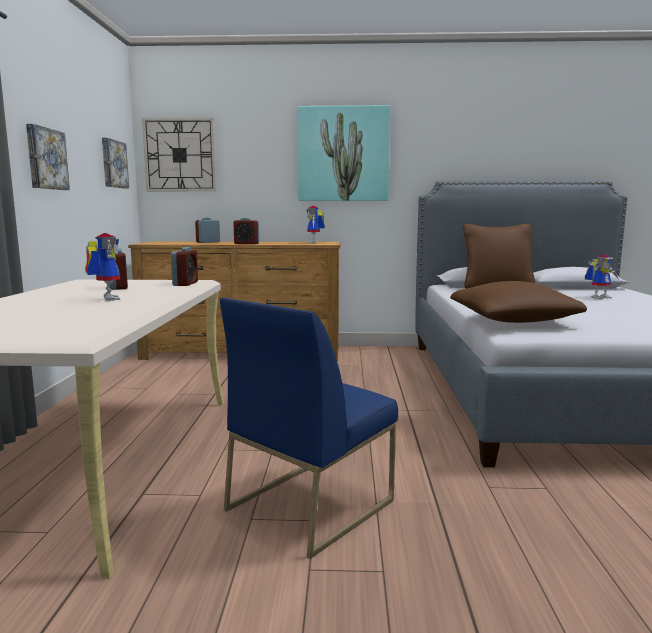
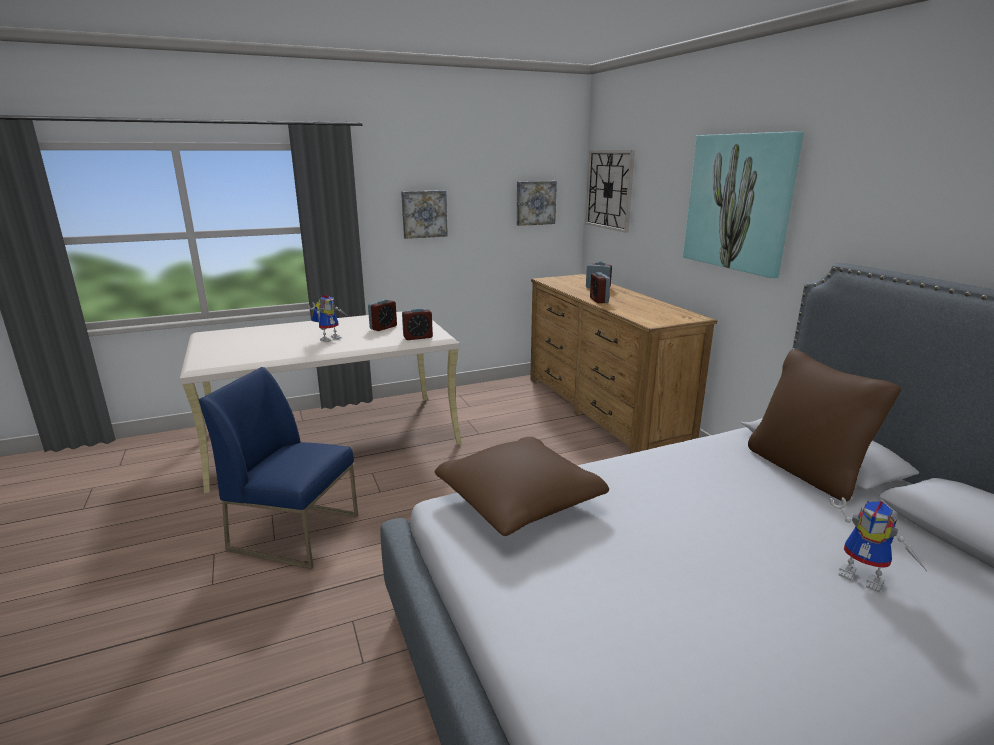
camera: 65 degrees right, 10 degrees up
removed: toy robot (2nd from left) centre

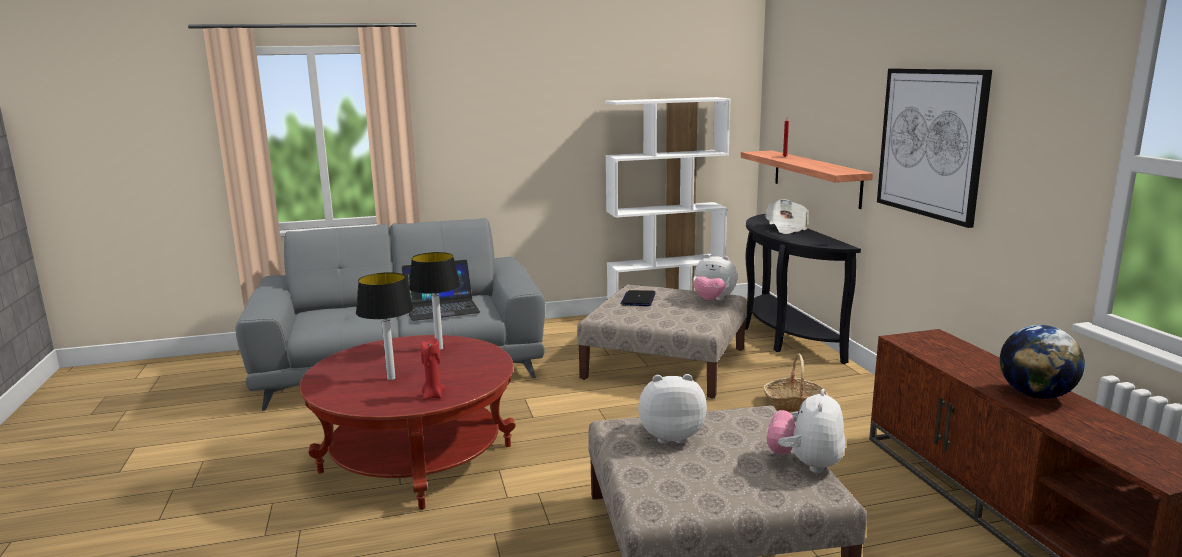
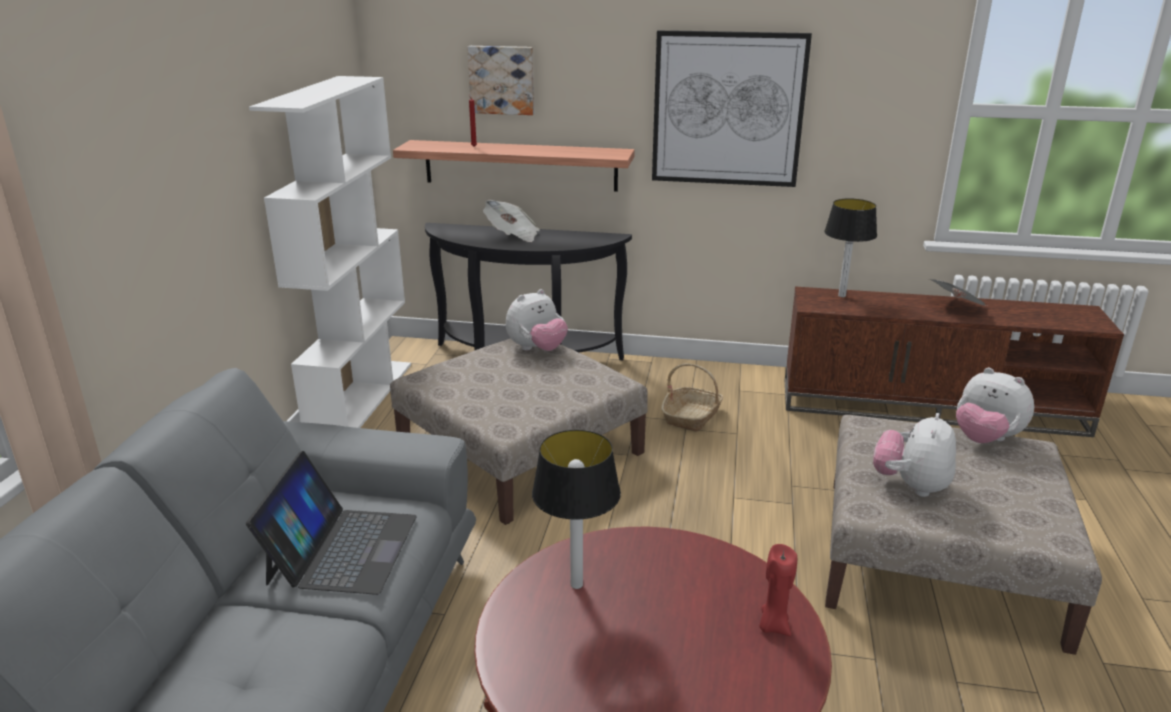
camera: 65 degrees left, 10 degrees up
removed: notebook computer (2nd from left) centre
added: wall art (1st from left) top centre
moved: lamp for a table (1st from left in the first image) middle left to lamp for a table (2nd from left) middle right
replaced: world globe middle right to newspaper (2nd from left) middle right

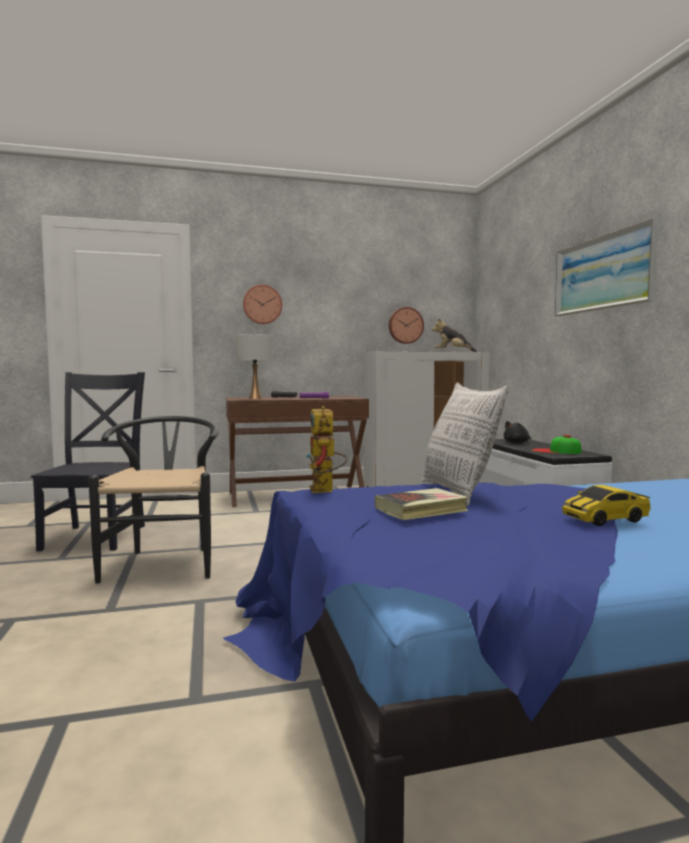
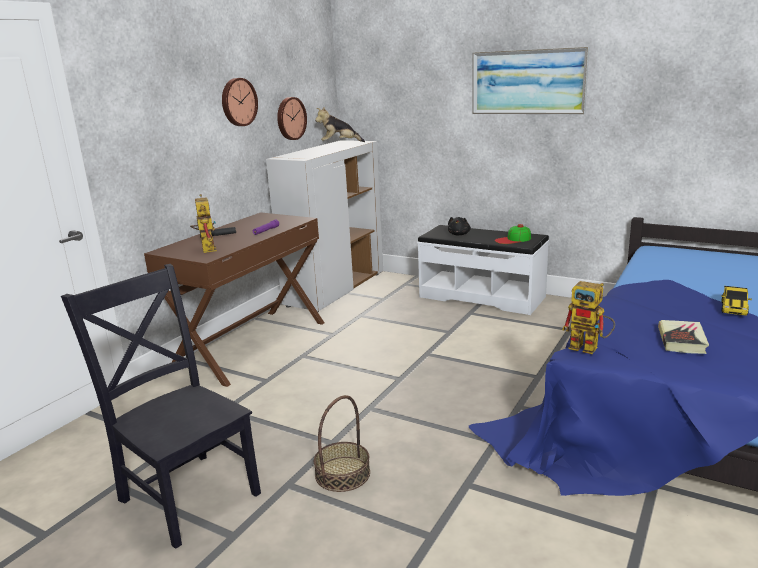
camera: 45 degrees left, 15 degrees up
removed: cushion middle right
moved: wall clock (1st from left) centre to top left
replaced: black-coloured chair (2nd from left) middle left to household basket bottom centre; white-coloured lamp for a table centre to toy robot (1st from left) middle left

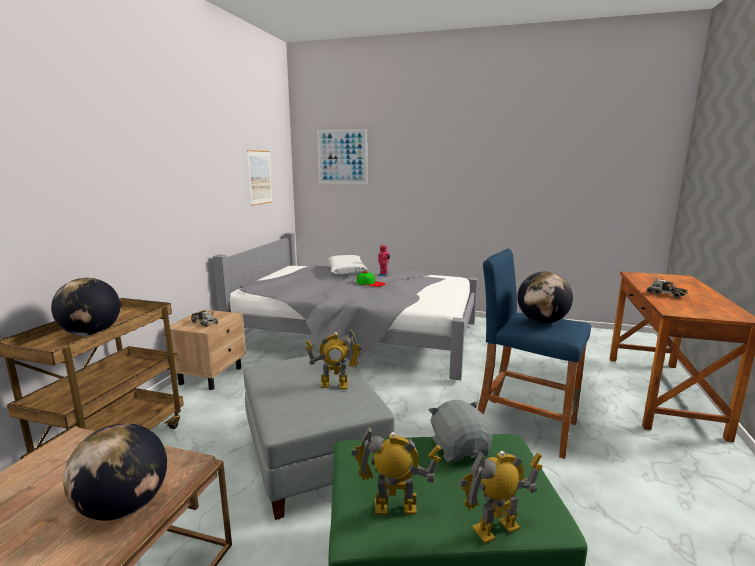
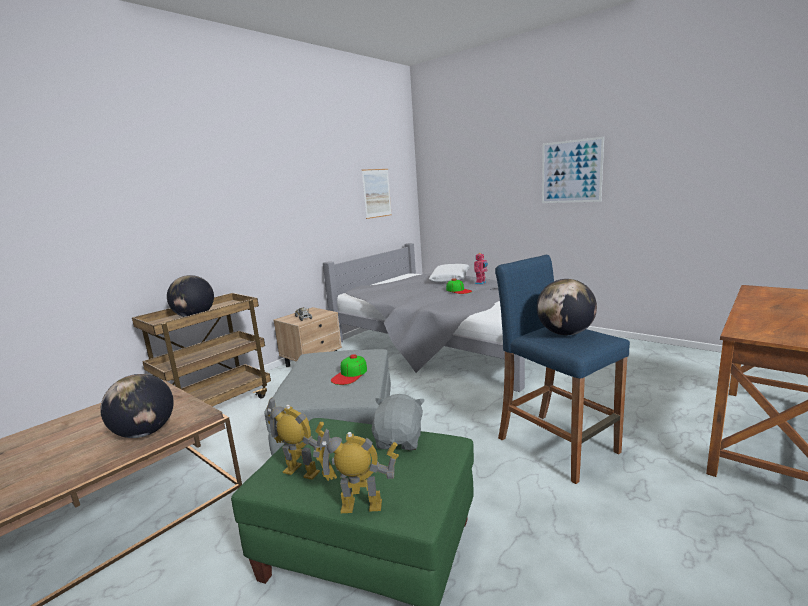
camera: 25 degrees right, 0 degrees up
removed: toy truck (2nd from left) middle right
moved: wall art (2nd from left) top centre to top right
replaced: toy robot (1st from left) centre to baseball cap (1st from left) centre

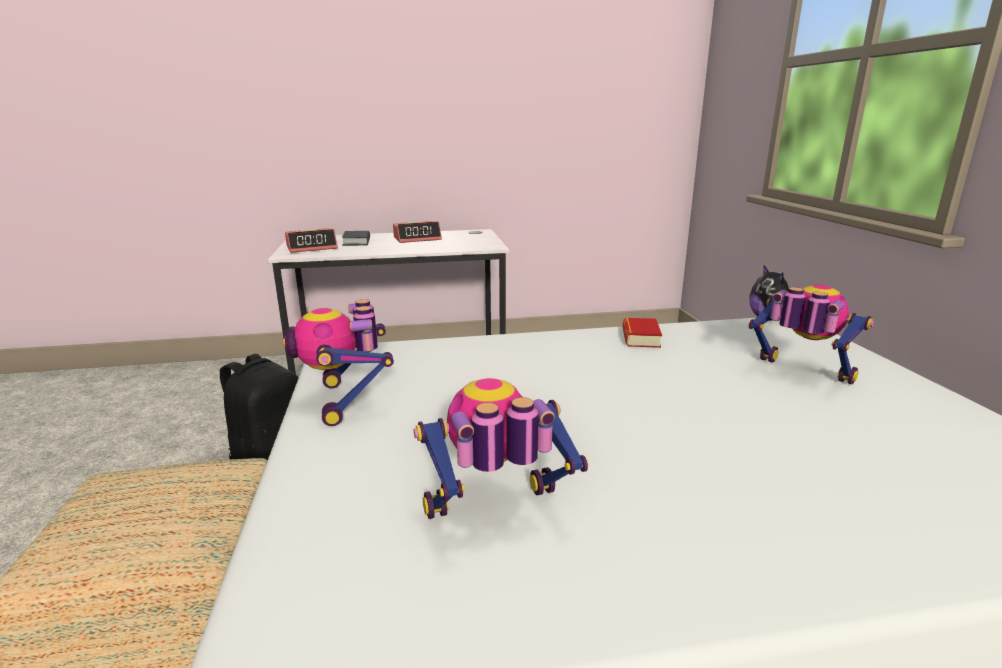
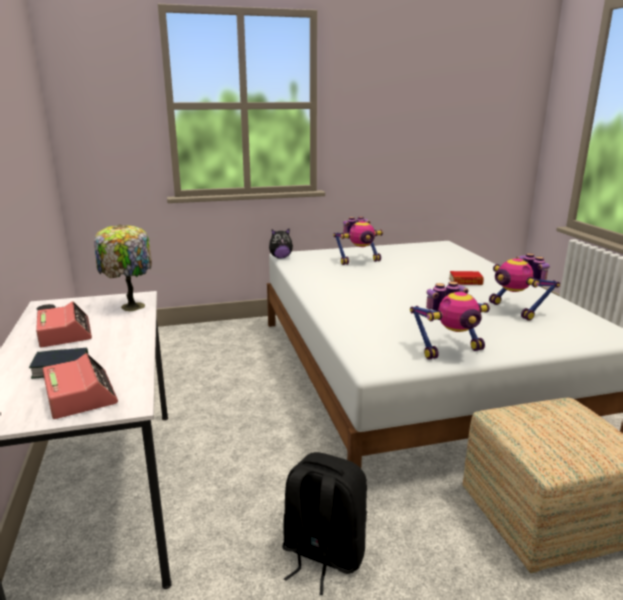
camera: 95 degrees left, 0 degrees up
added: lamp for a table middle left
moved: book (2nd from left) centre to middle right
turned: toy robot (3rd from left in the first image) middle right = centre 150 degrees counterclockwise

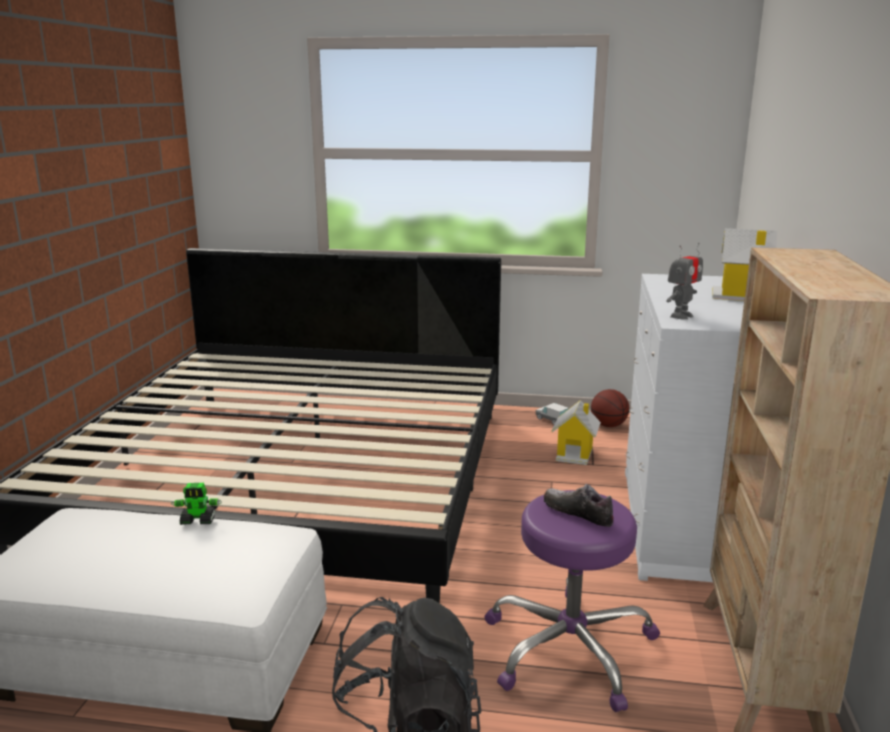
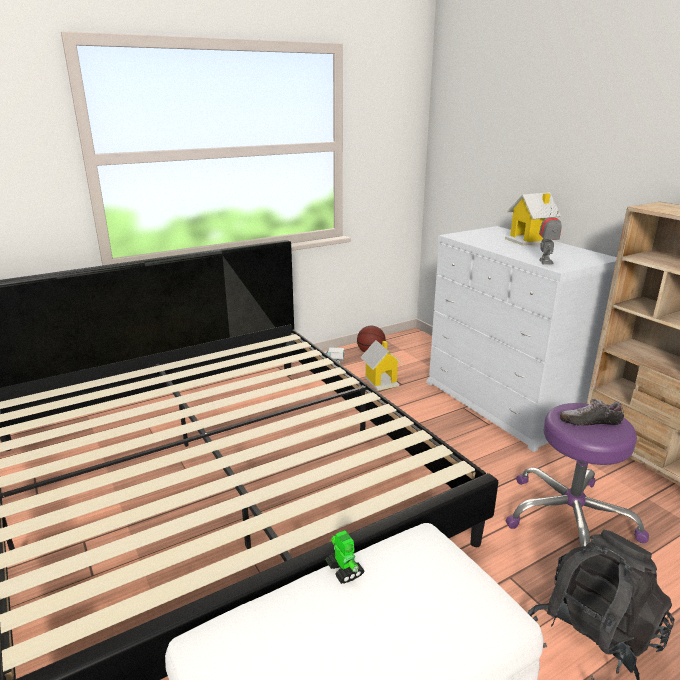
camera: 40 degrees left, 5 degrees up
turned: toy robot (1st from left) bottom left = bottom centre 75 degrees counterclockwise

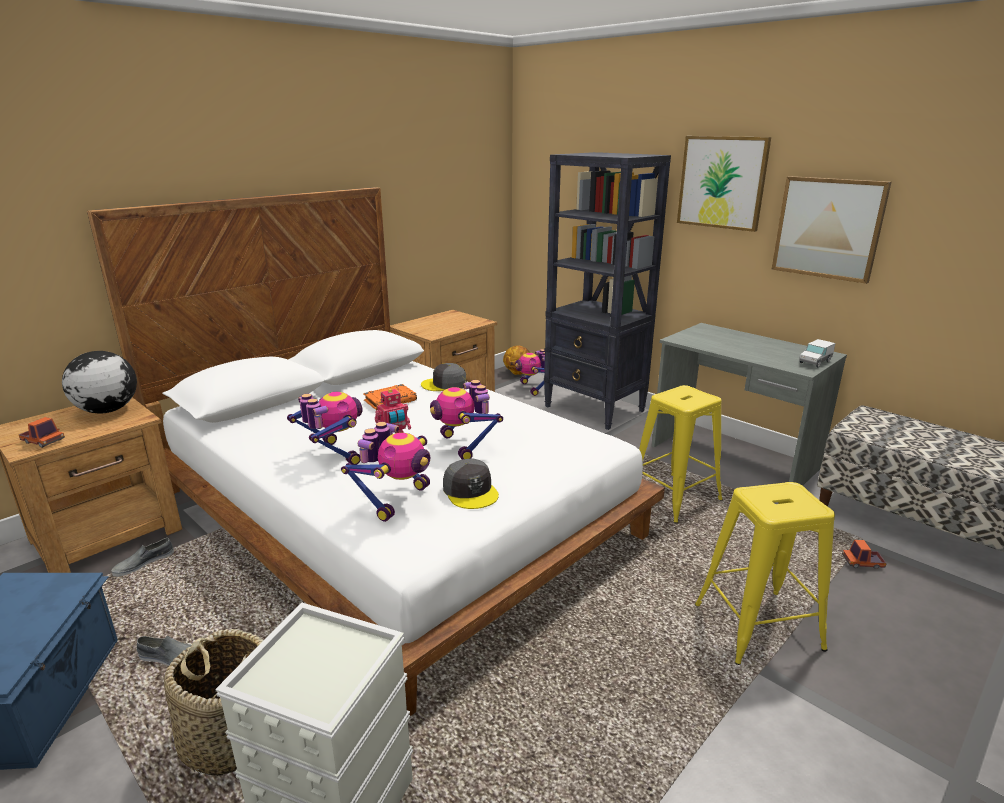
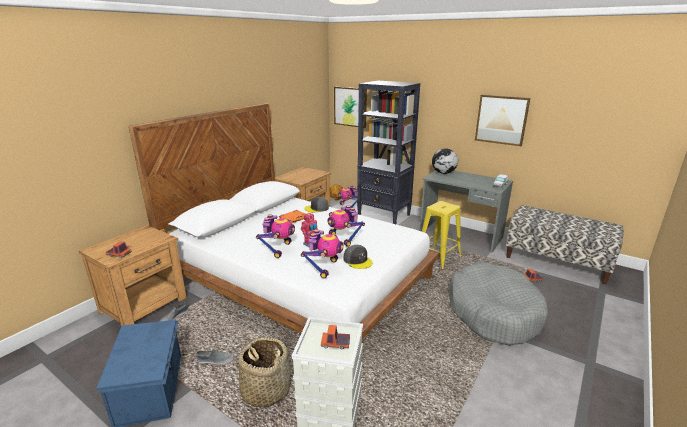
camera: 10 degrees left, 0 degrees up
added: toy truck (2nd from left) bottom centre
moved: world globe middle left to centre; wall art (1st from left) top right to top centre
replaced: yellowish stool (2nd from left) bottom right to grey dog cushion bottom right
turned: toy robot (1st from left) middle left = centre 60 degrees clockwise

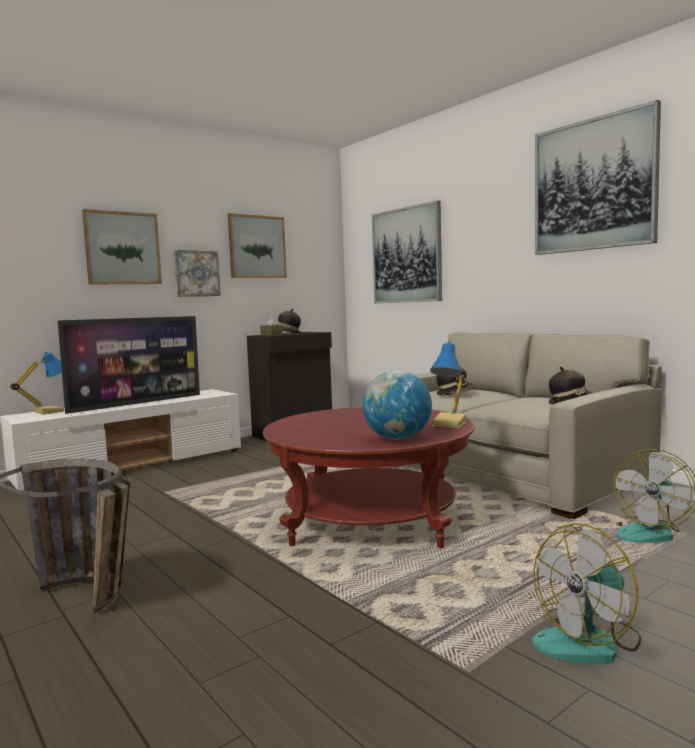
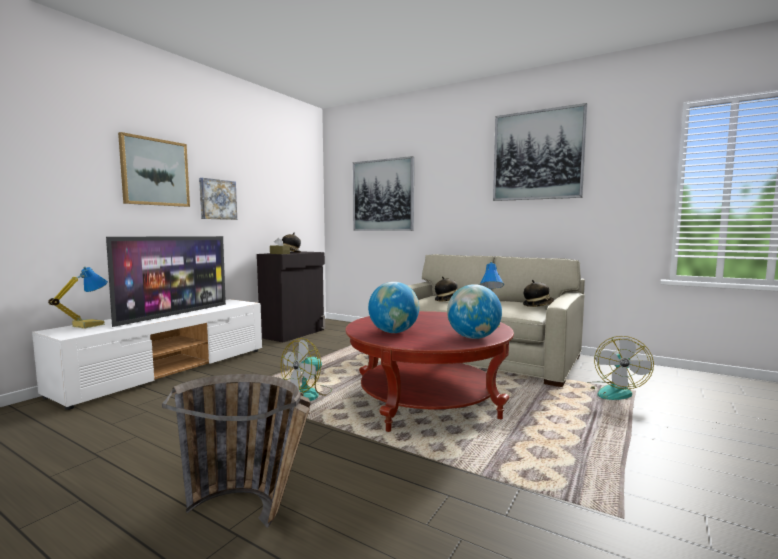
camera: 20 degrees left, 0 degrees up
removed: wall art (3rd from left) top centre
added: world globe (1st from left) centre
moved: fan (1st from left) bottom right to centre

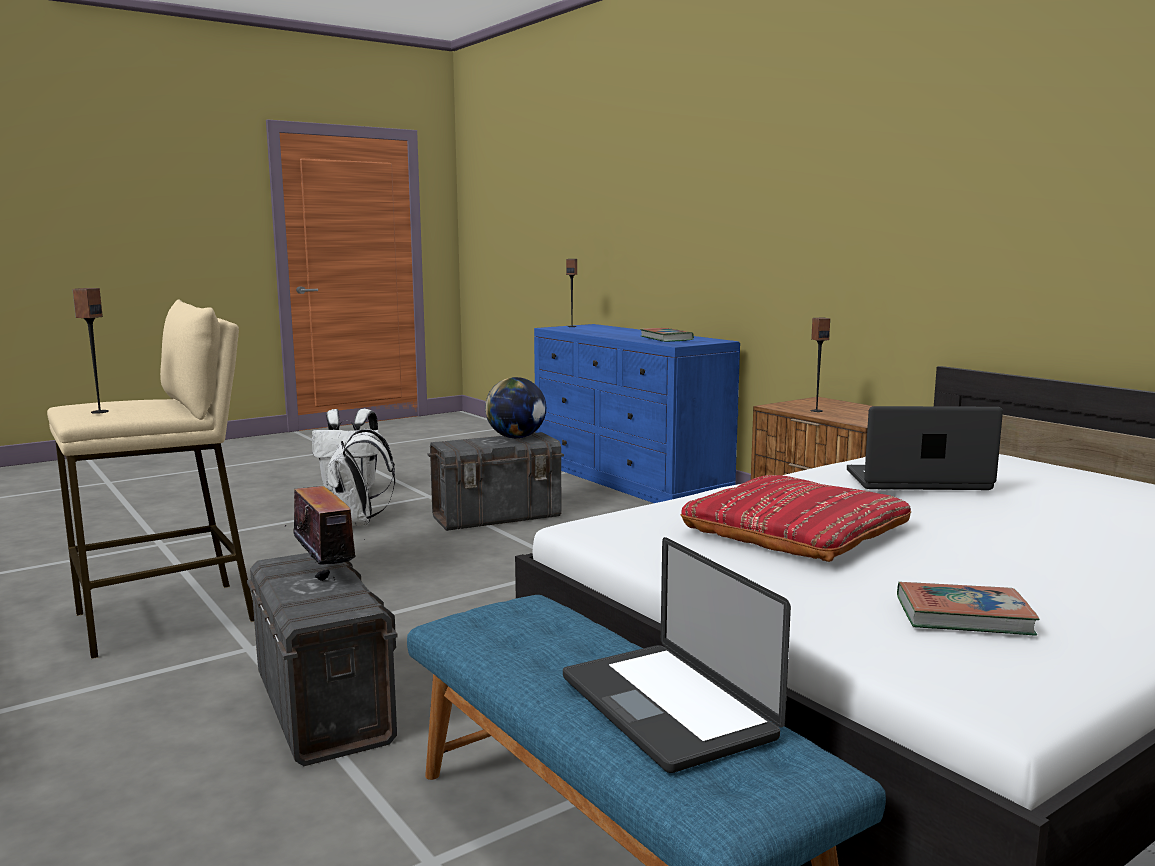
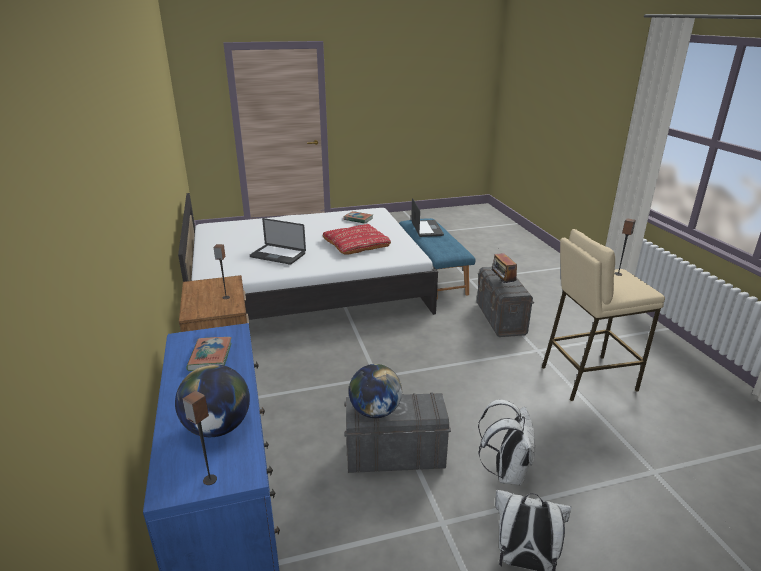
camera: 160 degrees left, 15 degrees up
added: world globe (1st from left) bottom left

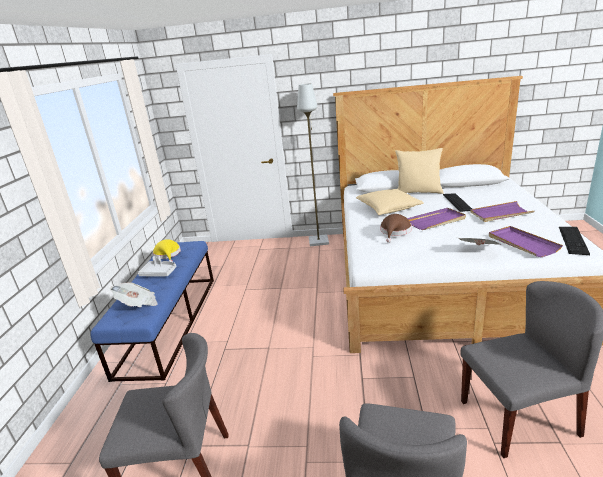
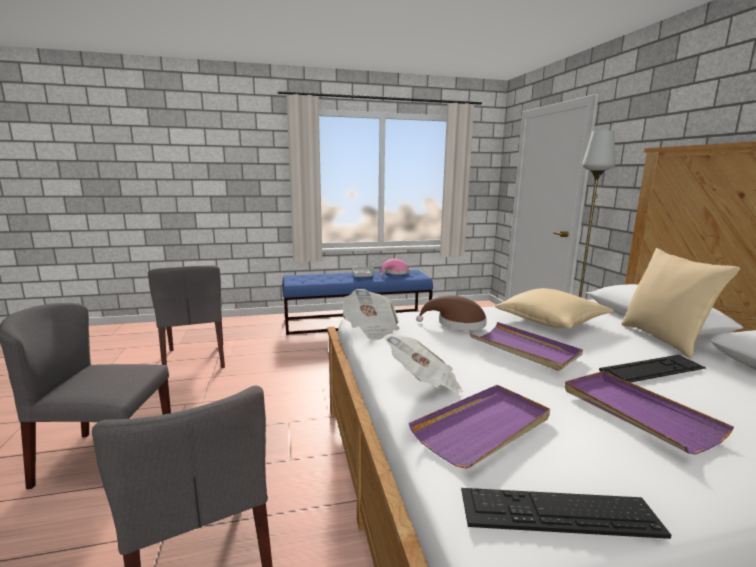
camera: 70 degrees right, 10 degrees down
moved: newspaper (1st from left) middle left to centre
recoloured: yellowish wearable hat middle left to pink wearable hat centre

